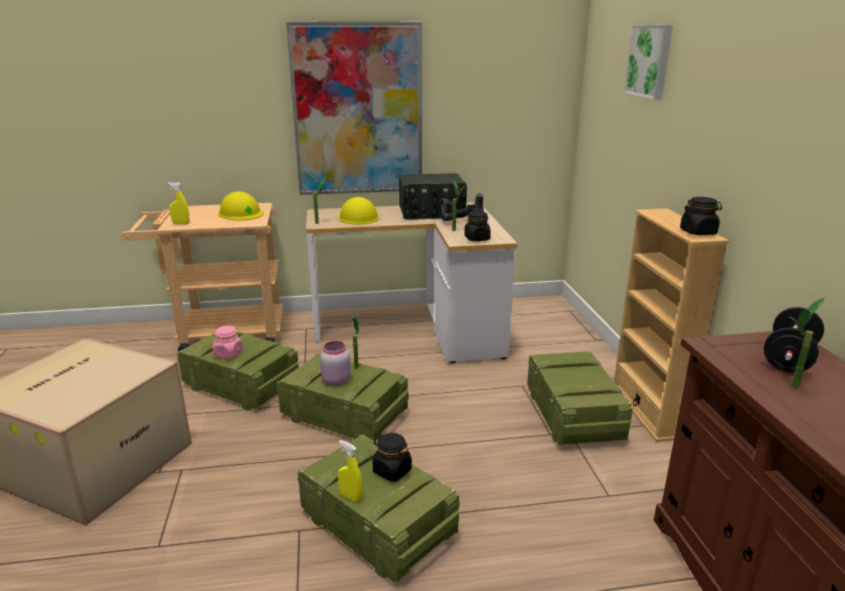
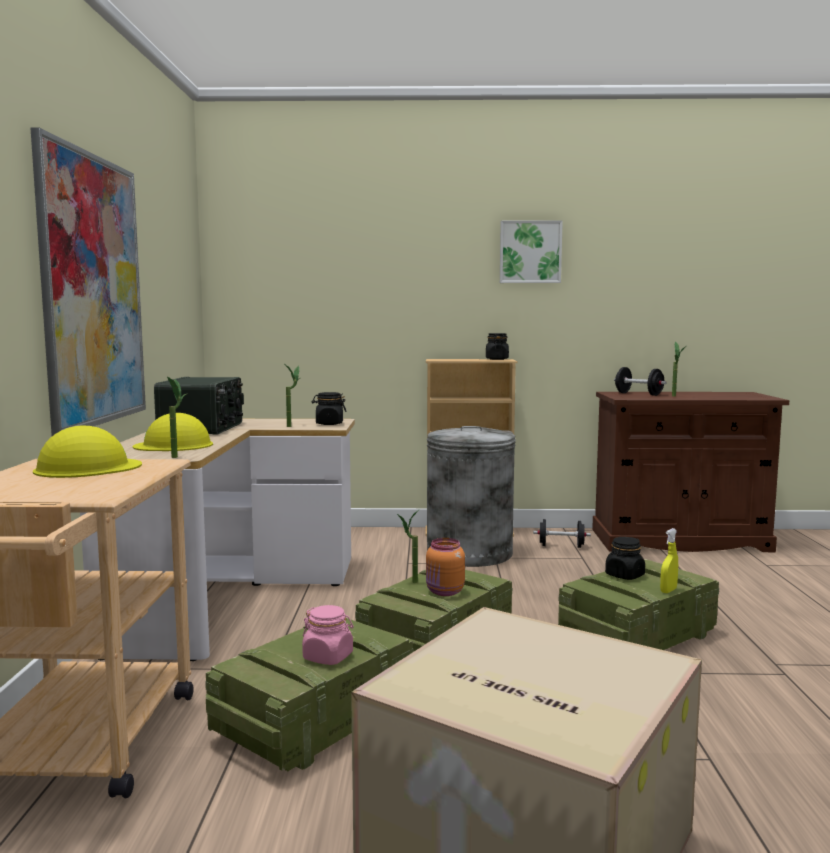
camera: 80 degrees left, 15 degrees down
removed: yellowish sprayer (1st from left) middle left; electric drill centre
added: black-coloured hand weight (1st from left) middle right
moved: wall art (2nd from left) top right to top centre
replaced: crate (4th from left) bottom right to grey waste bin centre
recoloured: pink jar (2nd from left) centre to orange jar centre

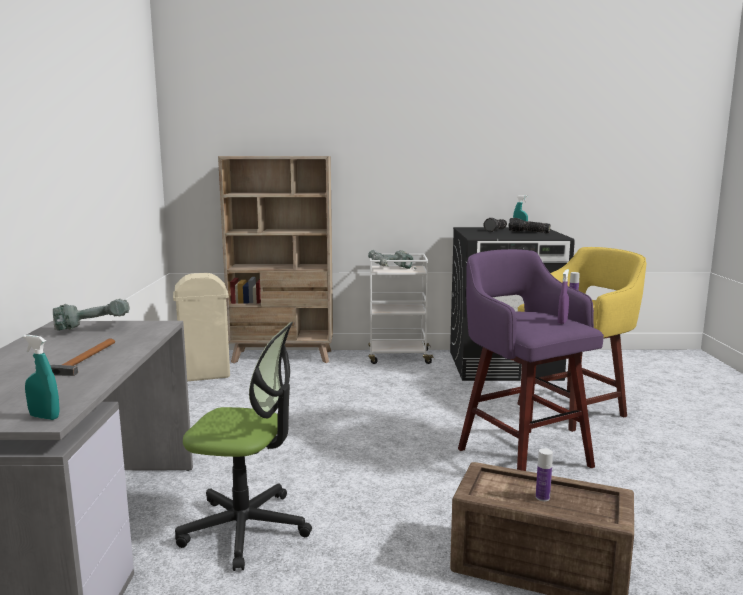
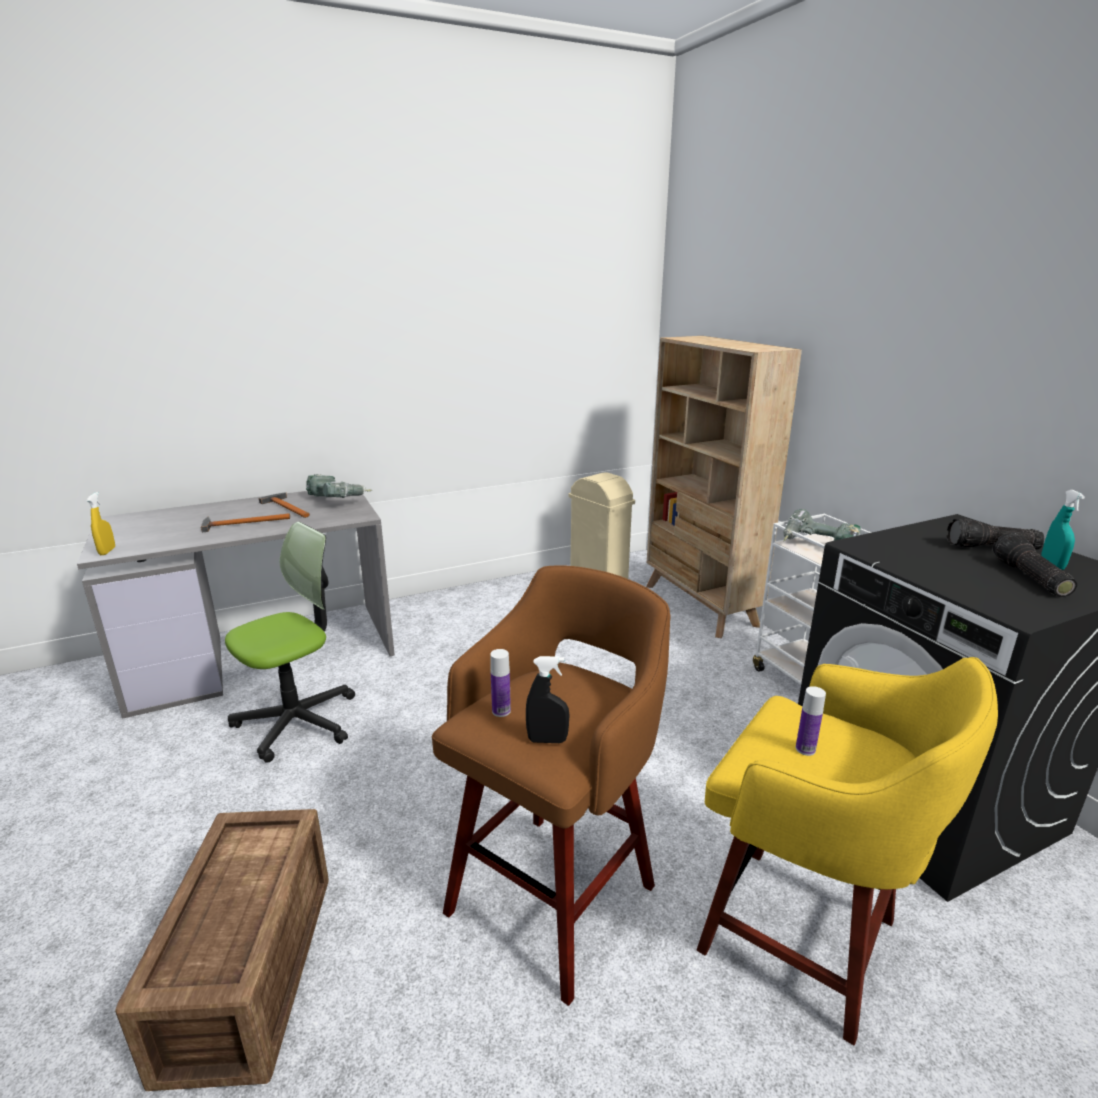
camera: 65 degrees right, 10 degrees up
added: tool hammer (2nd from left) middle left
moved: beverage bottle (1st from left) bottom right to centre
recoloured: blue-green sprayer (1st from left) middle left to yellowish sprayer middle left; purplish stool middle right to brown stool bottom centre; purplish sprayer middle right to black-coloured sprayer centre
turned: office chair bottom left = middle left 120 degrees counterclockwise

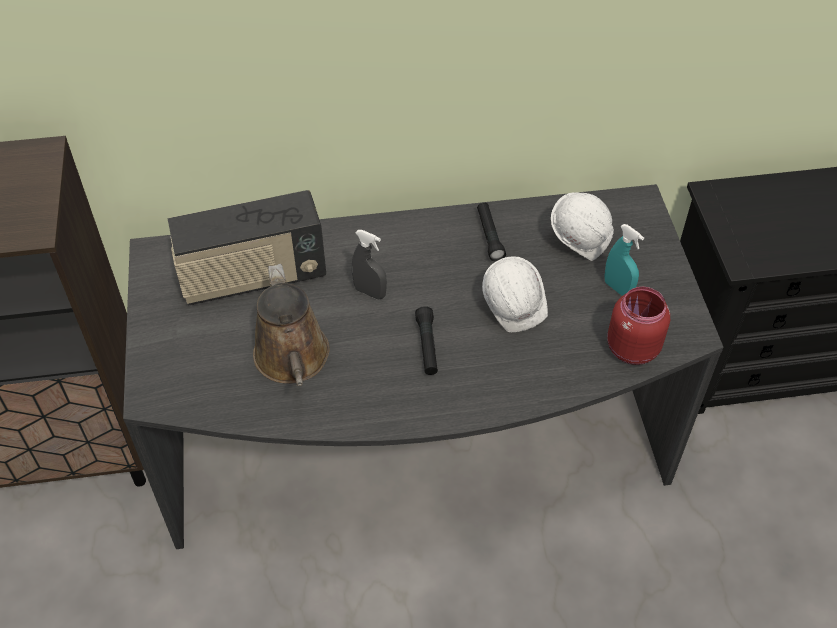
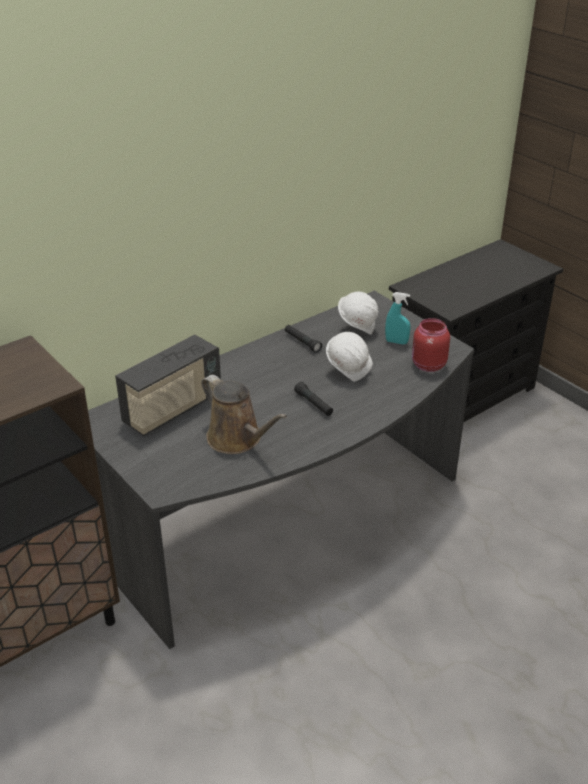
camera: 30 degrees left, 15 degrees down
removed: grey sprayer centre

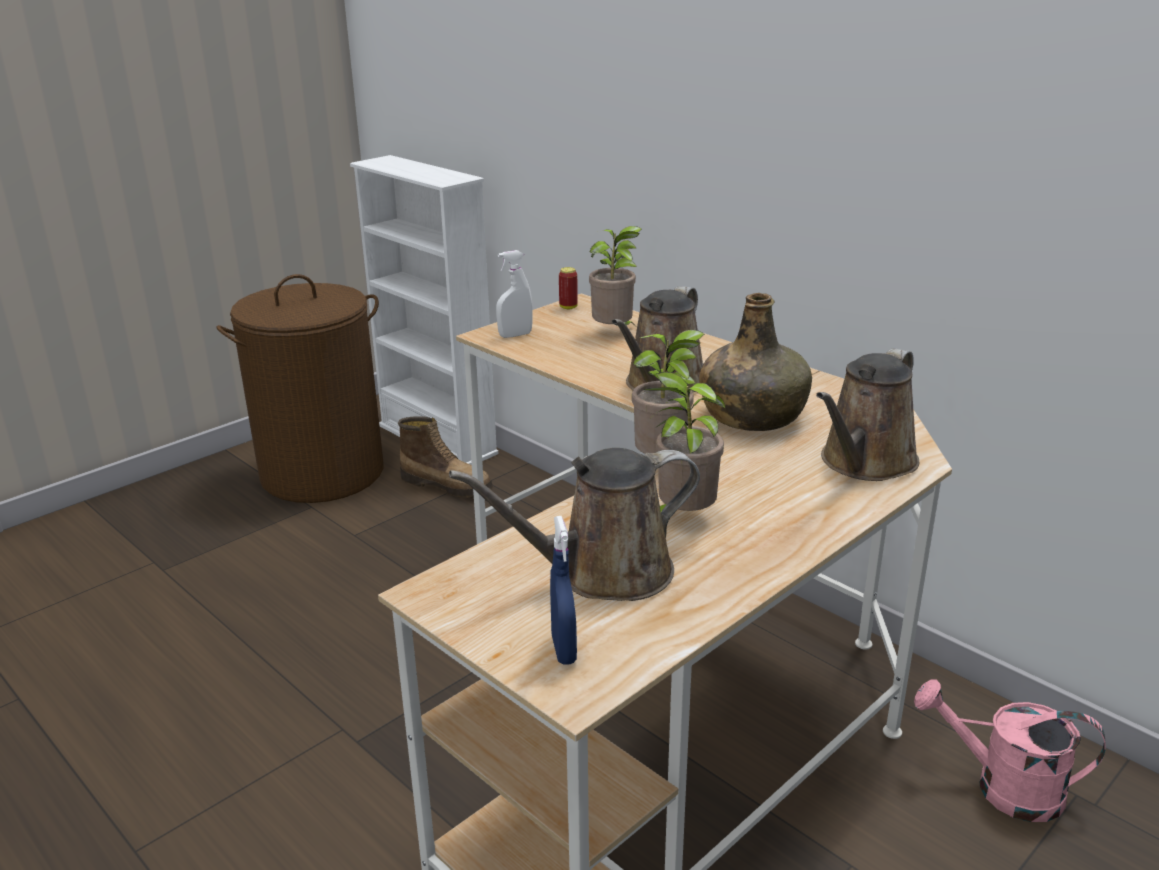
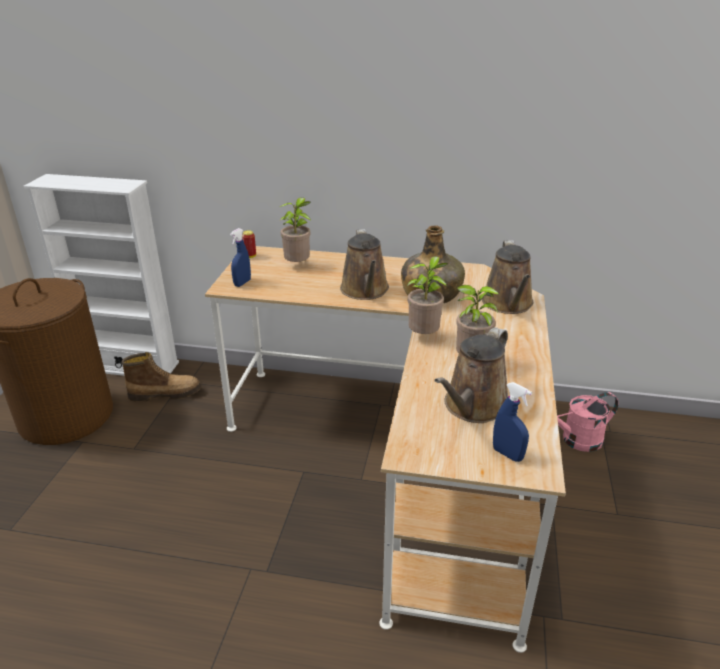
camera: 35 degrees left, 5 degrees up
recoloured: white-coloured sprayer centre to bluish sprayer (1st from left) centre

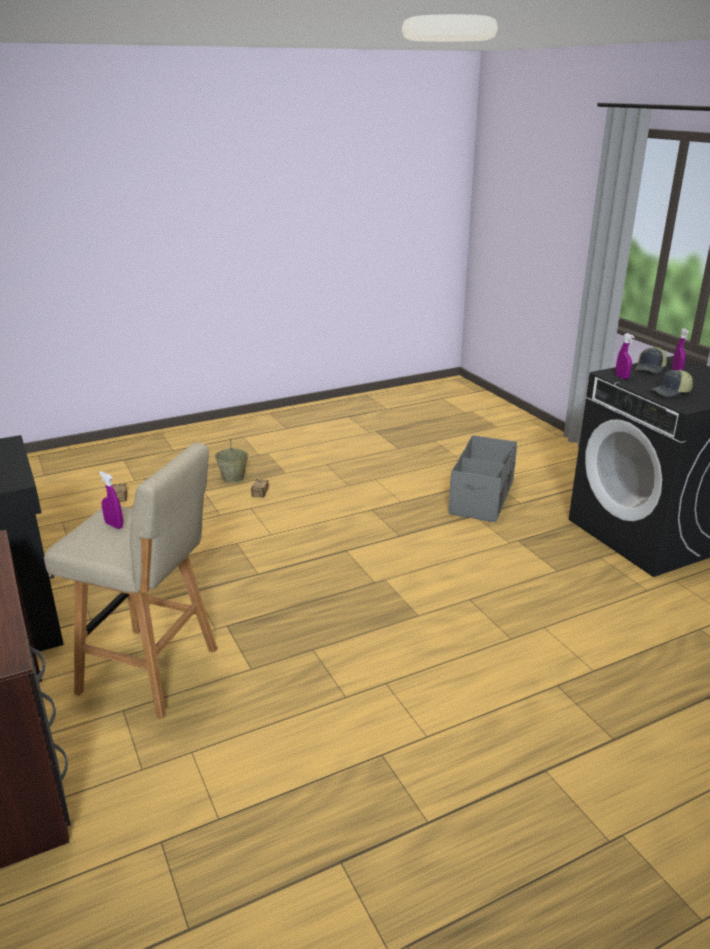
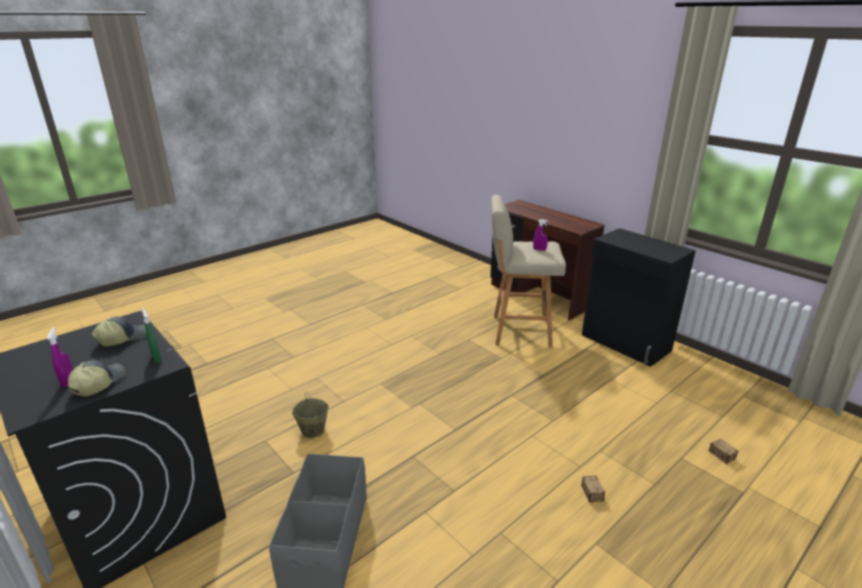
camera: 165 degrees right, 0 degrees up
moved: sand-coloured water bucket middle left to bottom centre
recoloured: purplish sprayer (2nd from left) middle right to green-coloured sprayer middle left

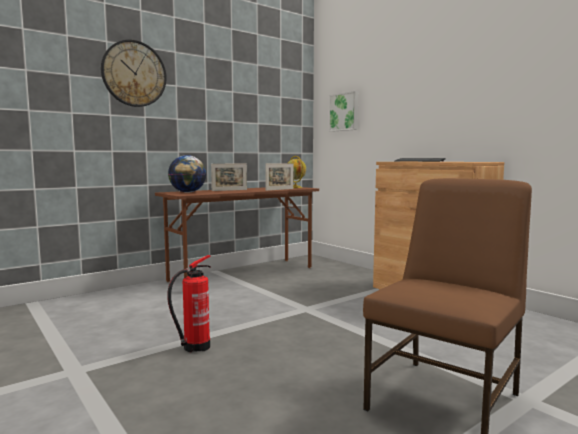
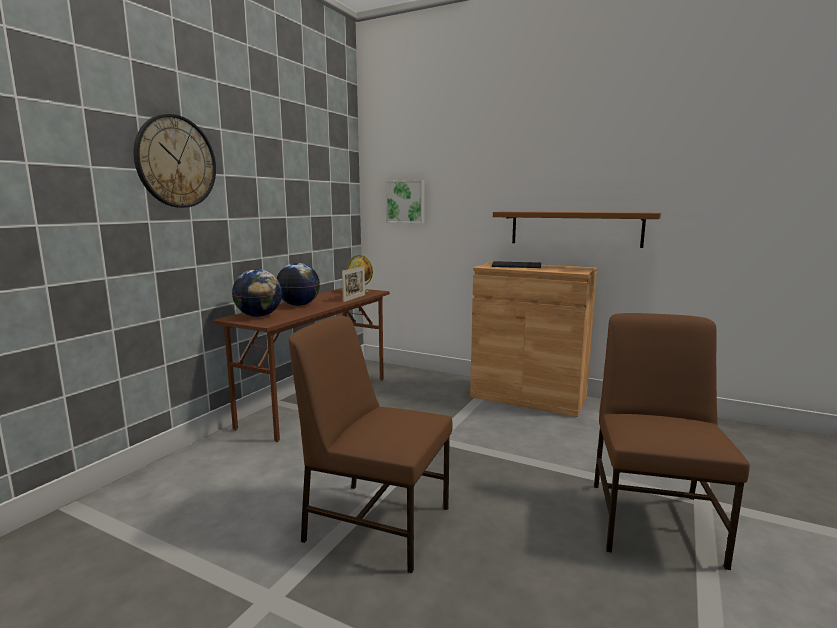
camera: 25 degrees left, 5 degrees up
added: brown wall shelf middle right
replaced: fire extinguisher bottom left to brown chair (1st from left) bottom centre; picture frame (1st from left) centre to world globe (2nd from left) centre

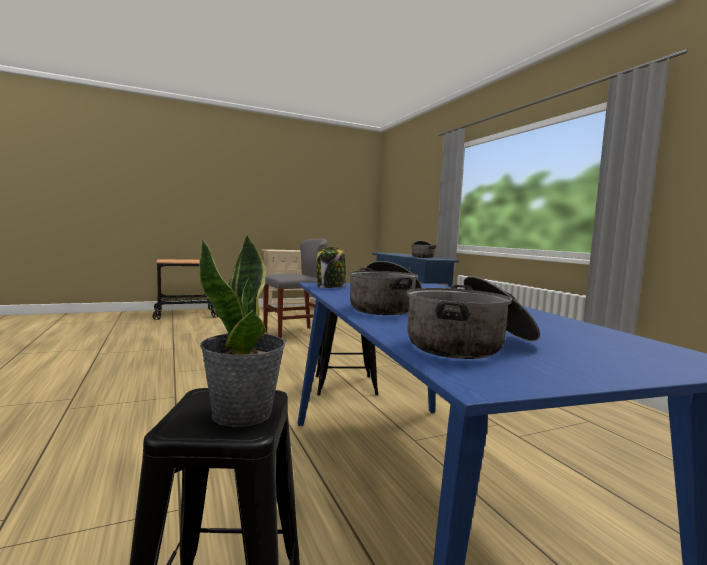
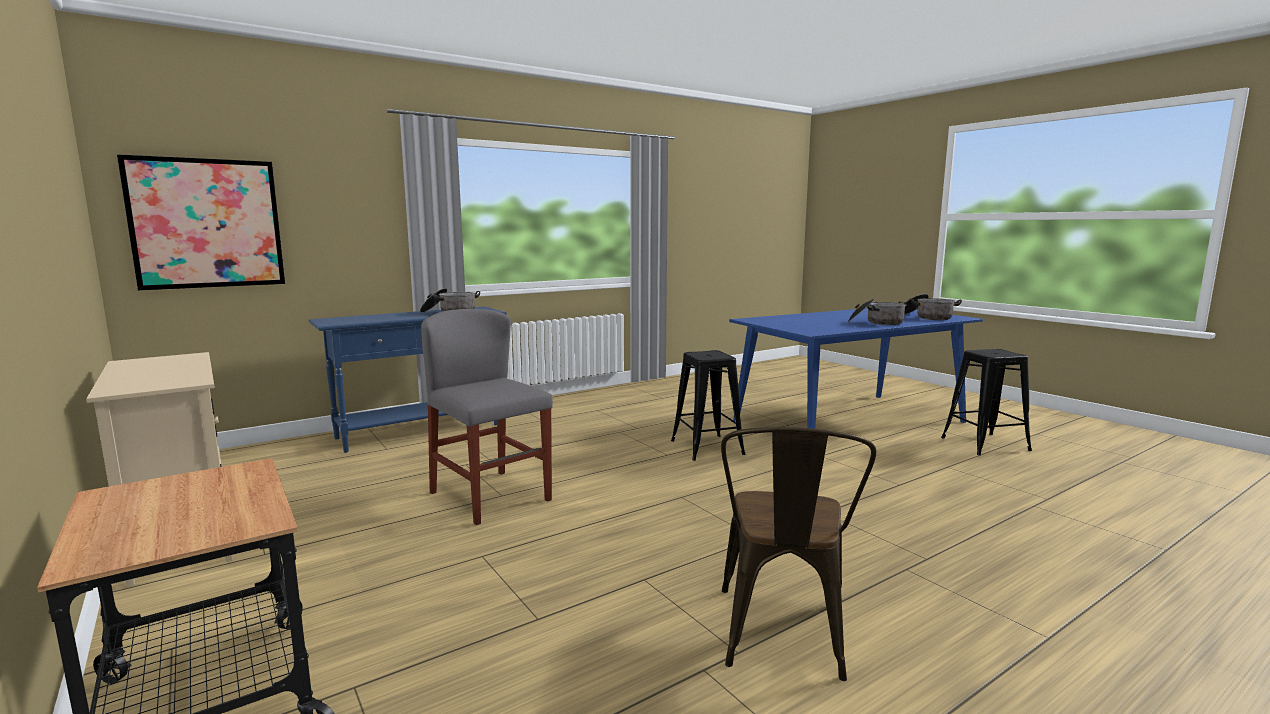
camera: 100 degrees left, 5 degrees up
removed: houseplant centre; jar centre
added: wall art top left; brown chair bottom centre

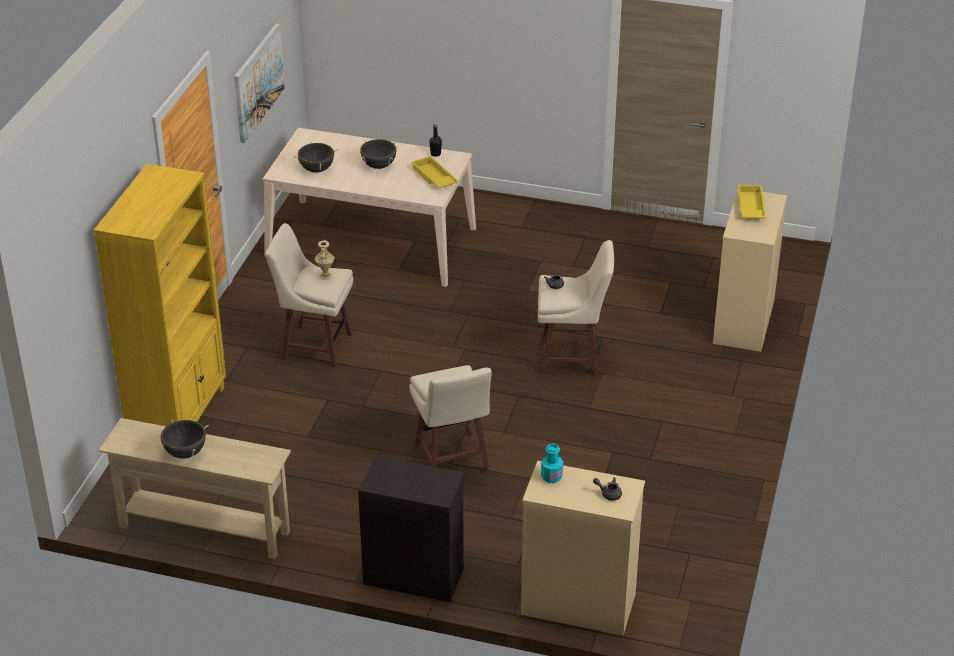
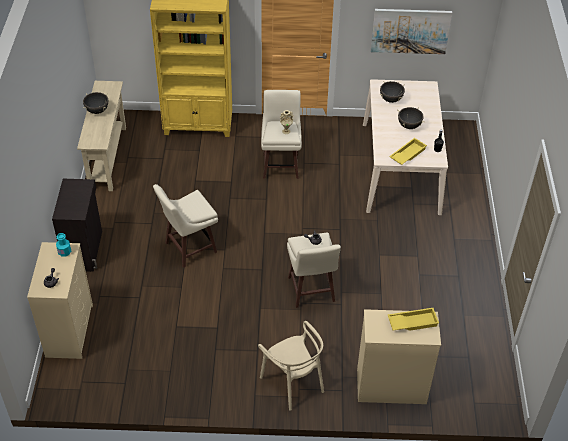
camera: 75 degrees right, 10 degrees up
added: sand-coloured chair bottom centre

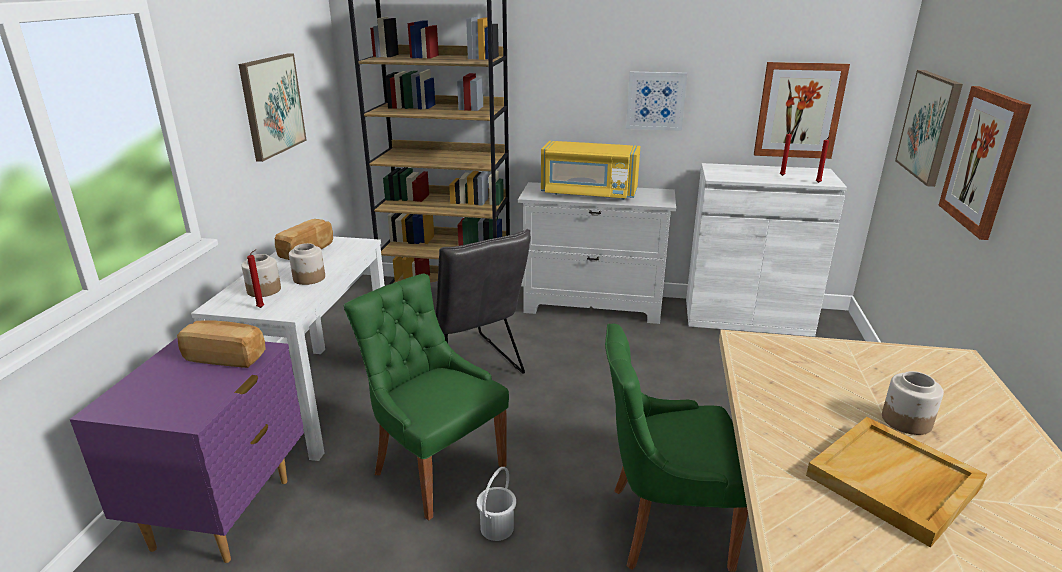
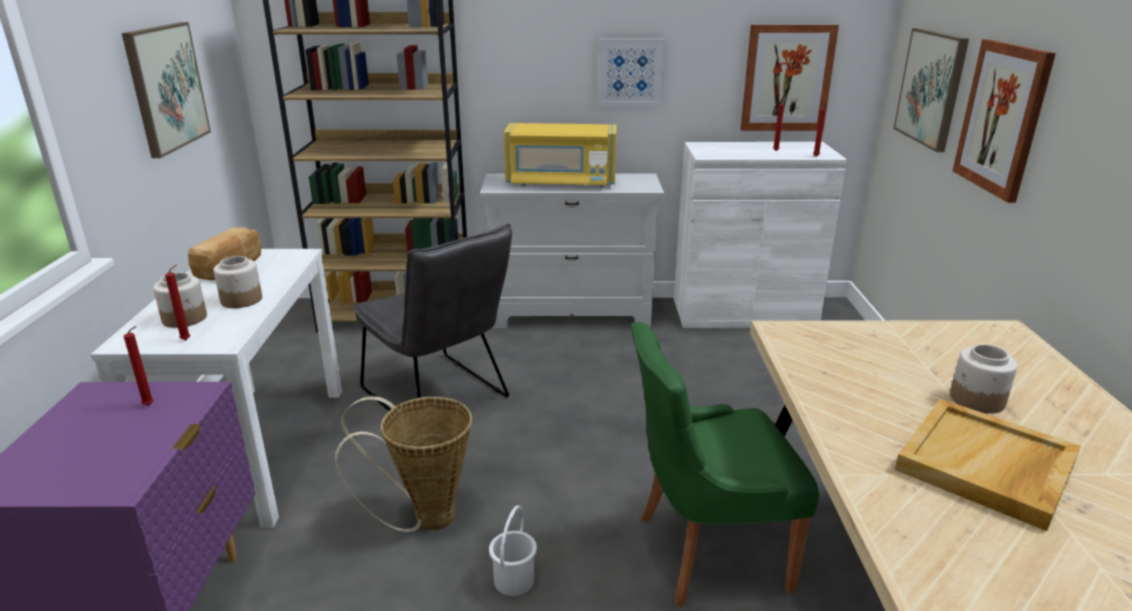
camera: 10 degrees left, 0 degrees up
replaced: bakery bread (1st from left) middle left to red wax candle (1st from left) middle left; green-coloured chair (1st from left) bottom centre to household basket bottom centre

